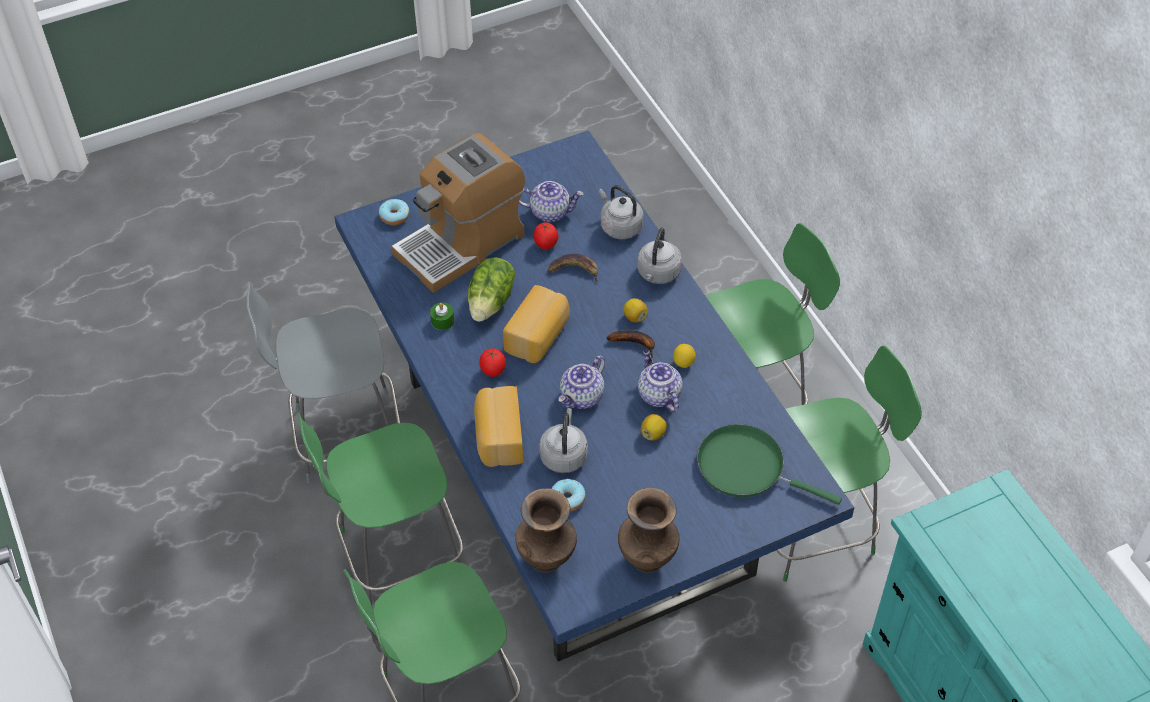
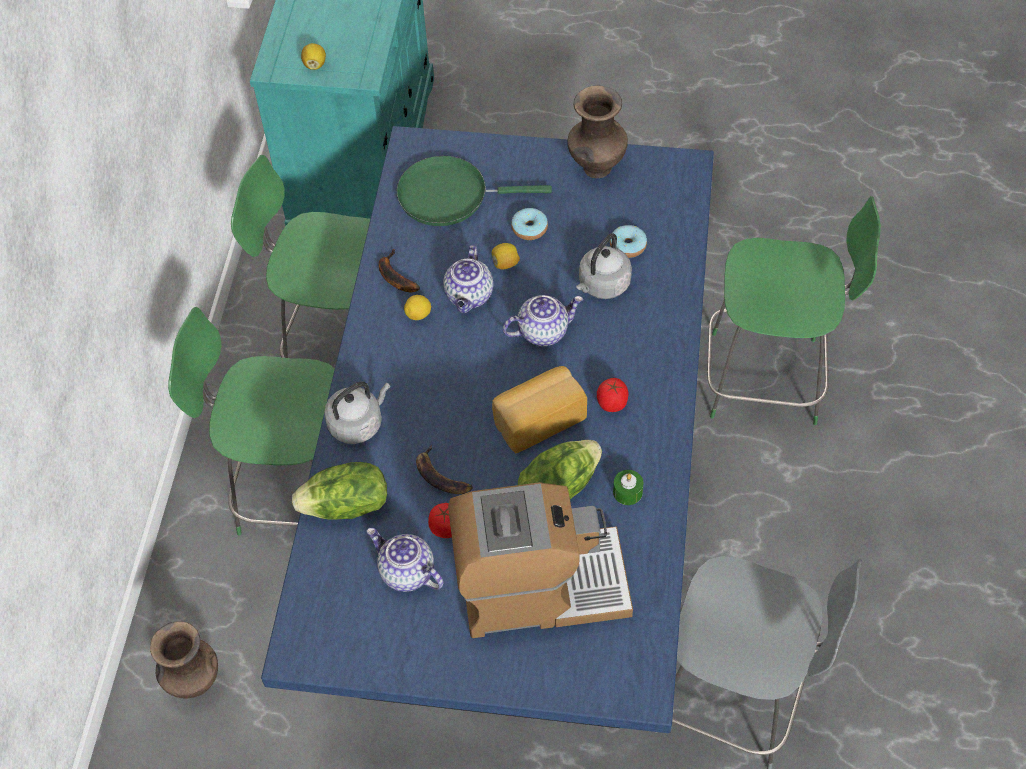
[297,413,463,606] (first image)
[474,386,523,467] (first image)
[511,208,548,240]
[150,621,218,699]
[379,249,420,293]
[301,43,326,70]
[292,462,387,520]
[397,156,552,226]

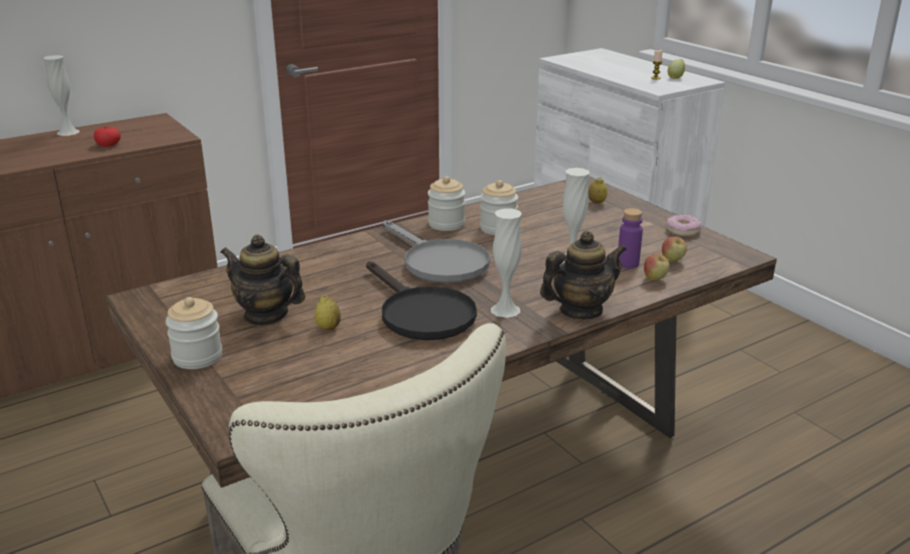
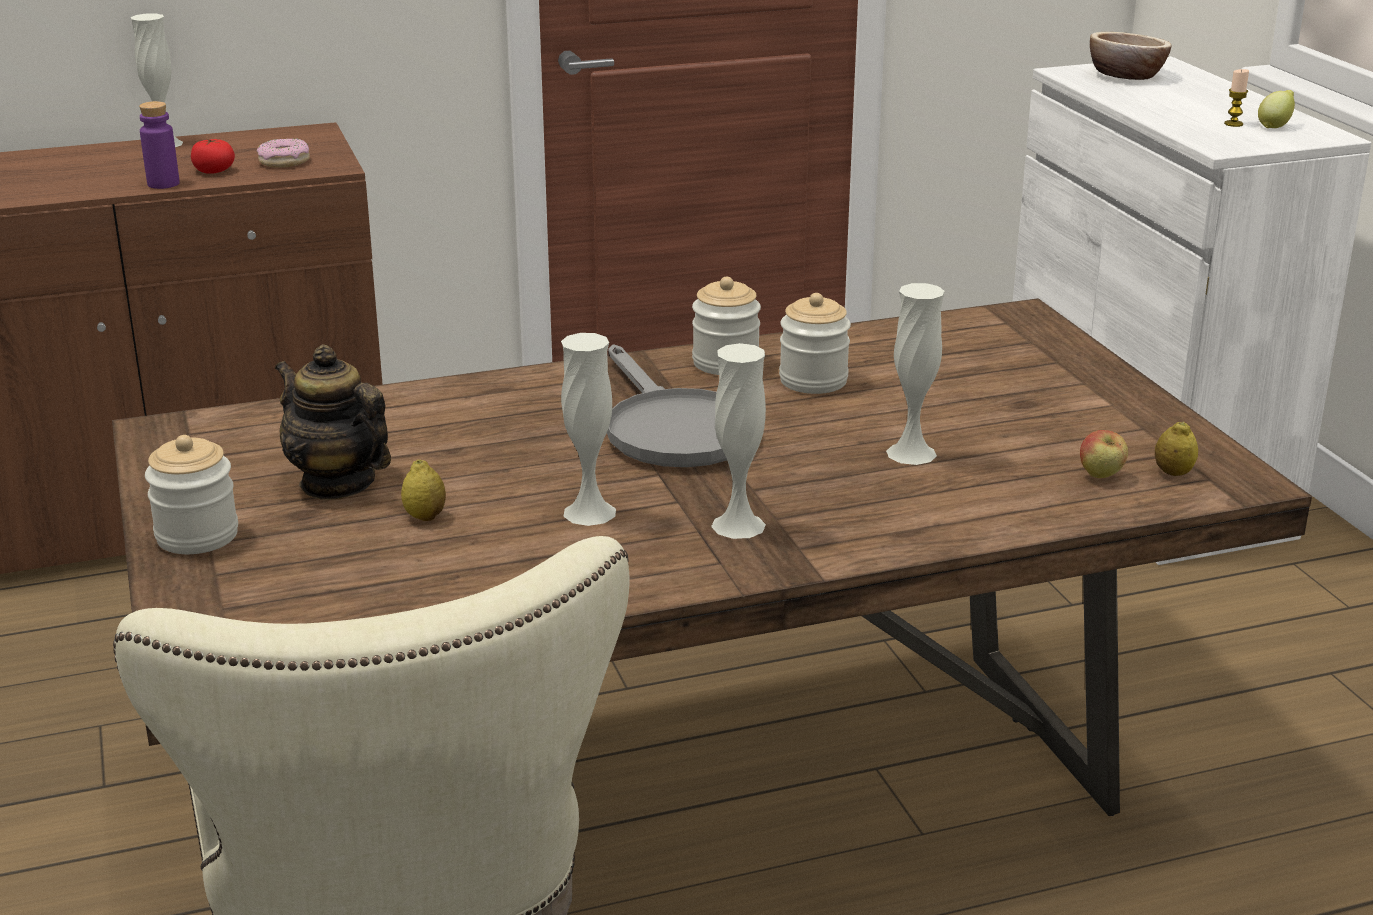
[540,231,627,319] (first image)
[644,254,670,281] (first image)
[1090,32,1172,80]
[1155,421,1198,476]
[139,101,180,189]
[257,138,310,168]
[561,333,616,526]

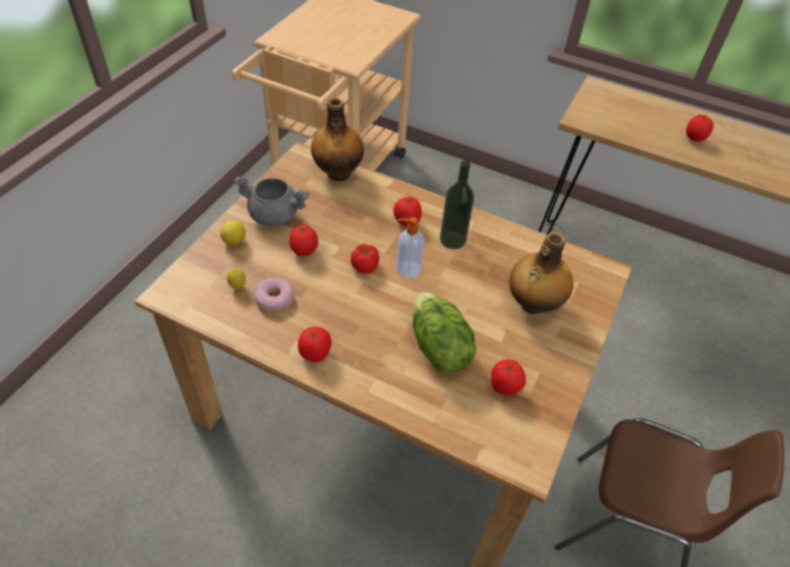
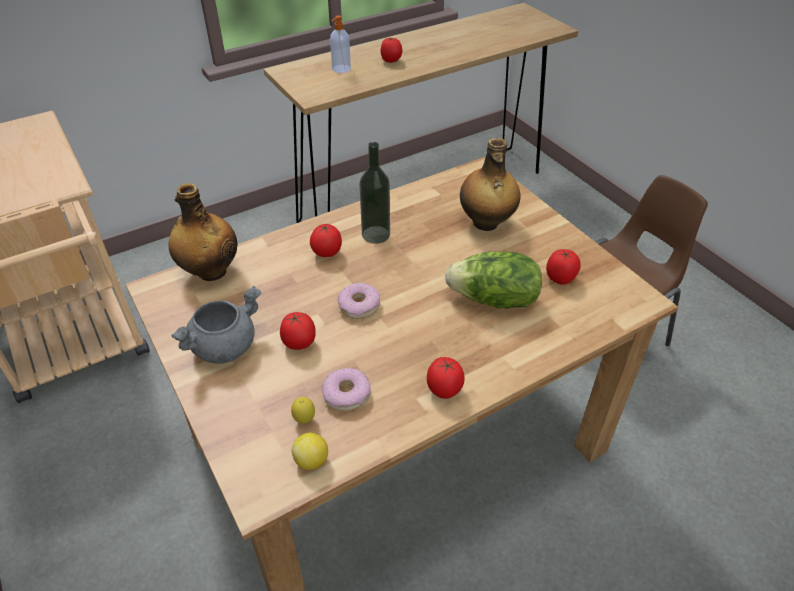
[292,433,328,470]
[330,15,351,73]
[338,282,380,319]

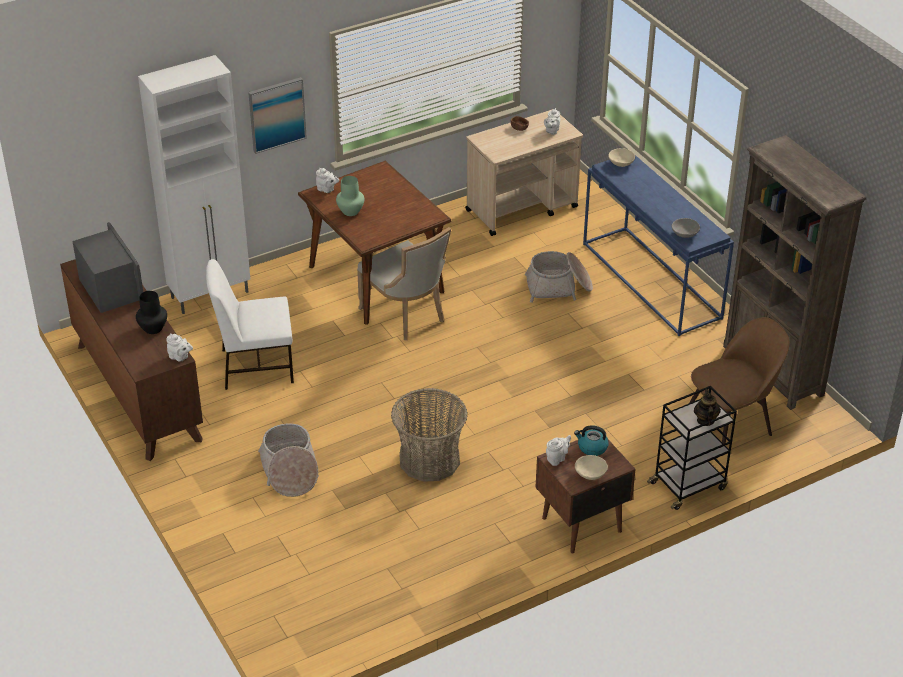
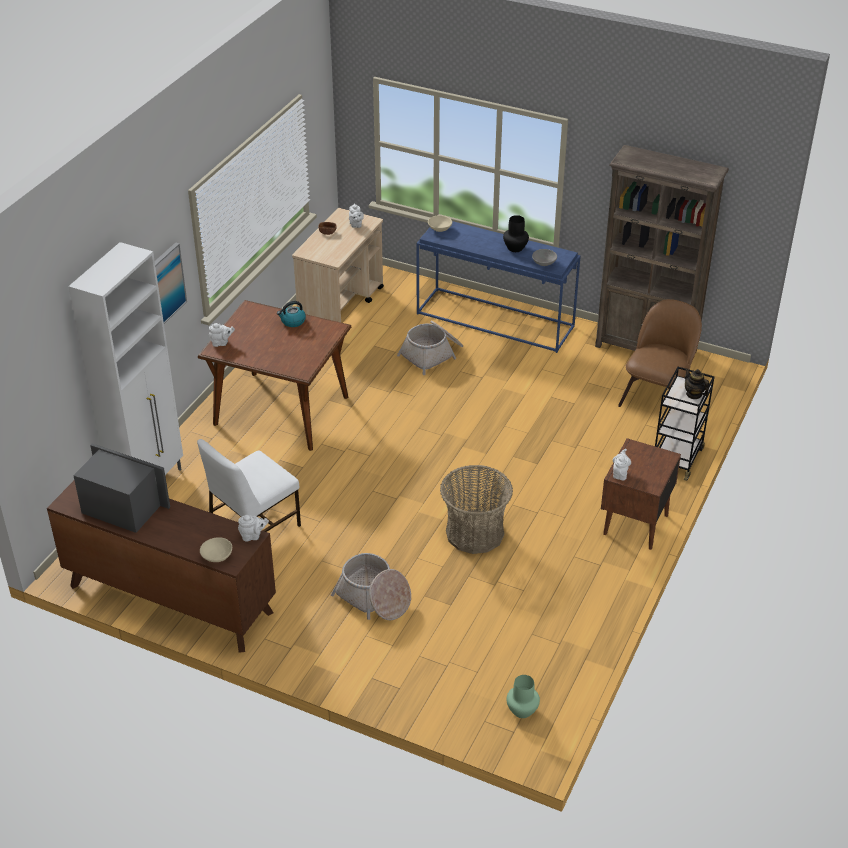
[357,227,451,340] (first image)
[503,215,529,252]
[506,675,540,718]
[277,301,306,327]
[200,537,232,562]

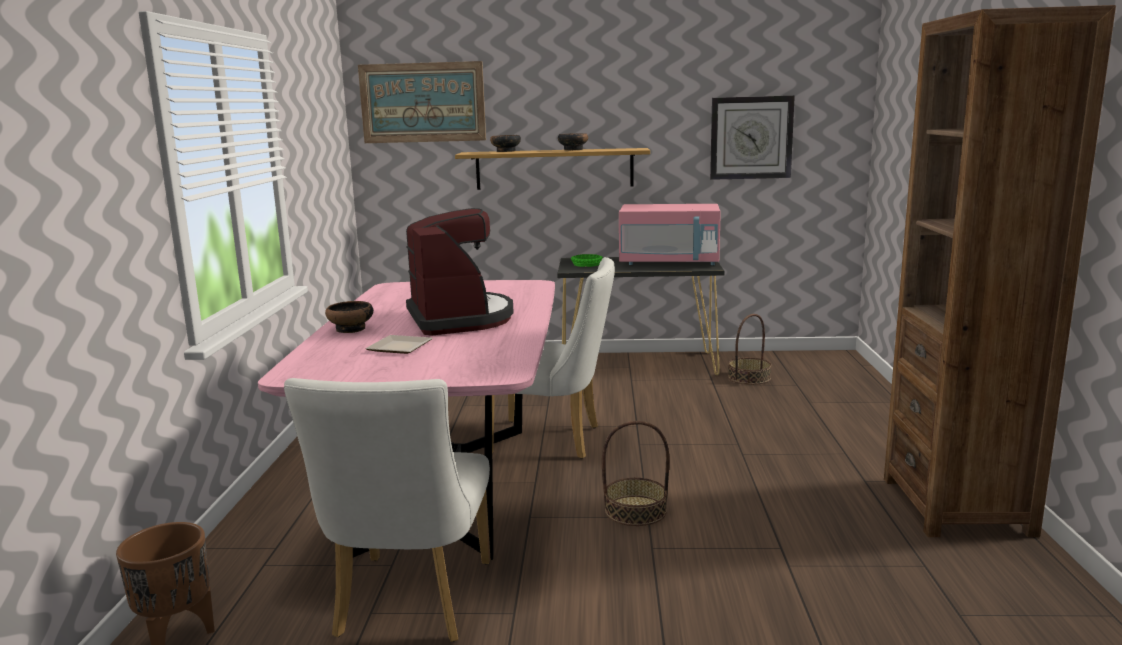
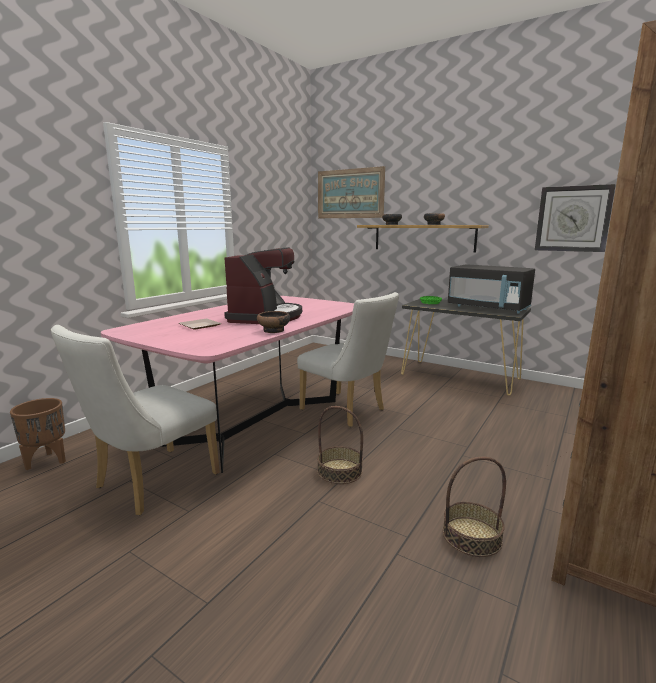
[257,311,290,333]
[443,457,506,557]
[448,264,535,314]

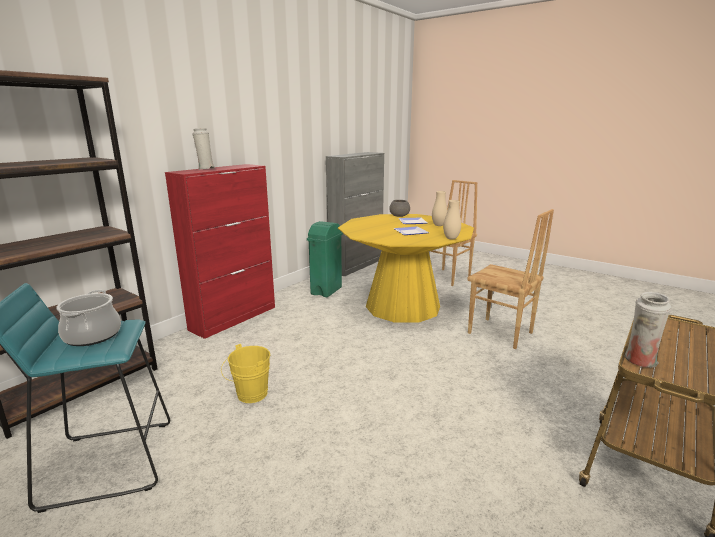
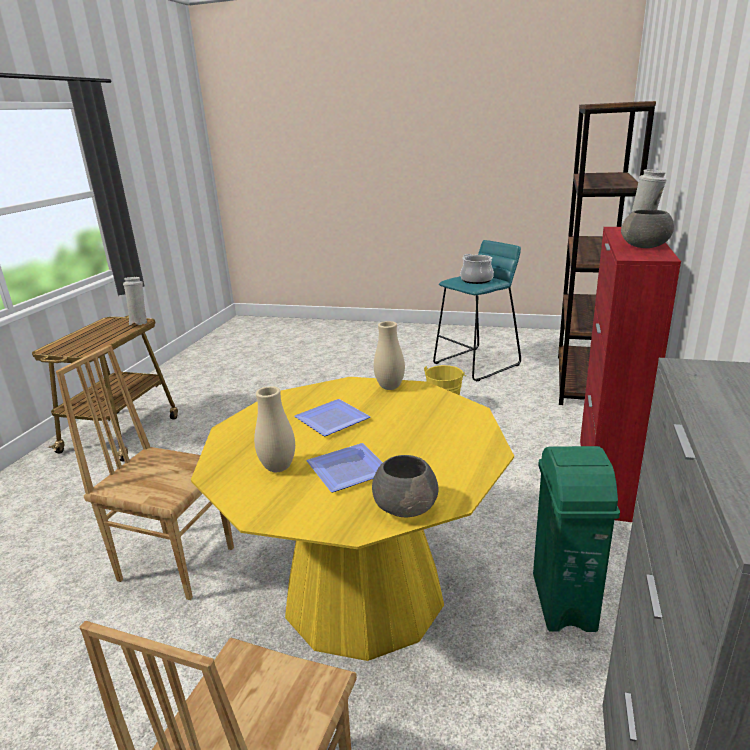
[621,210,674,248]
[374,321,405,390]

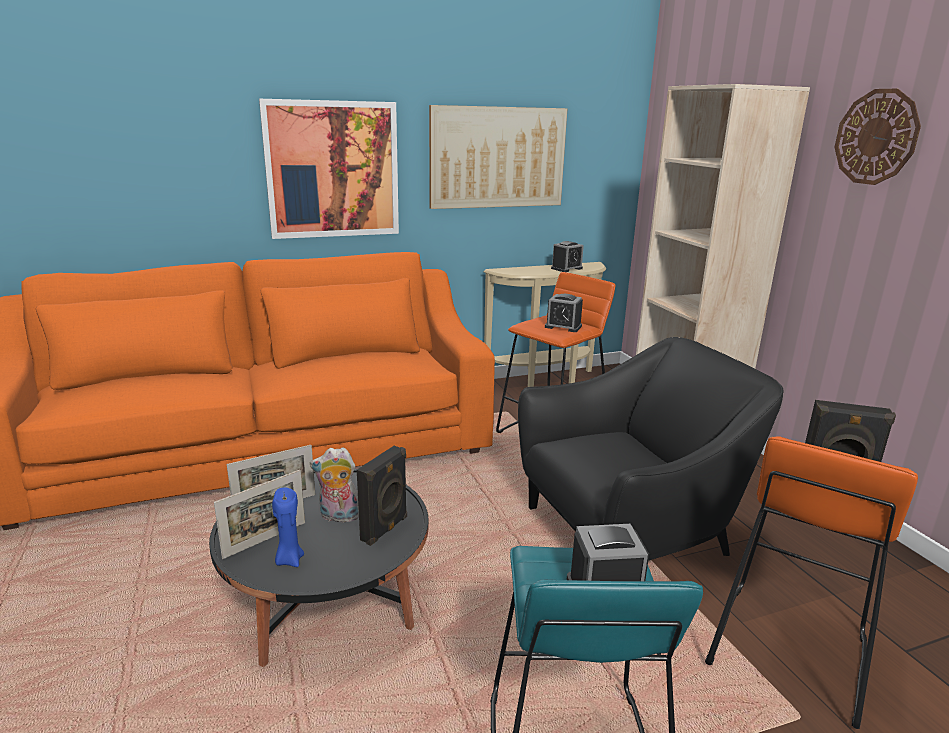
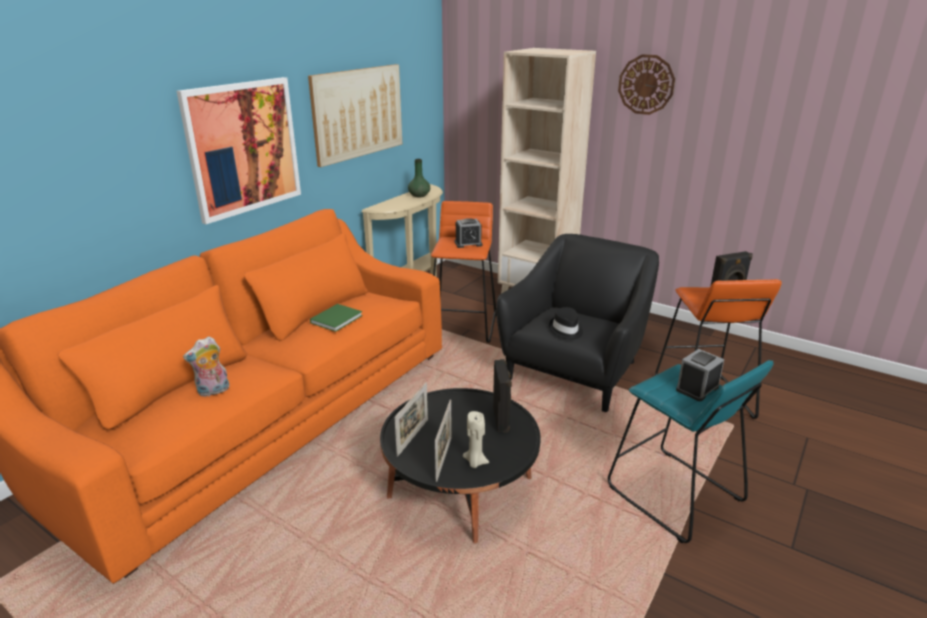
[310,304,363,332]
[549,307,583,340]
[183,336,230,397]
[408,159,430,197]
[463,411,489,468]

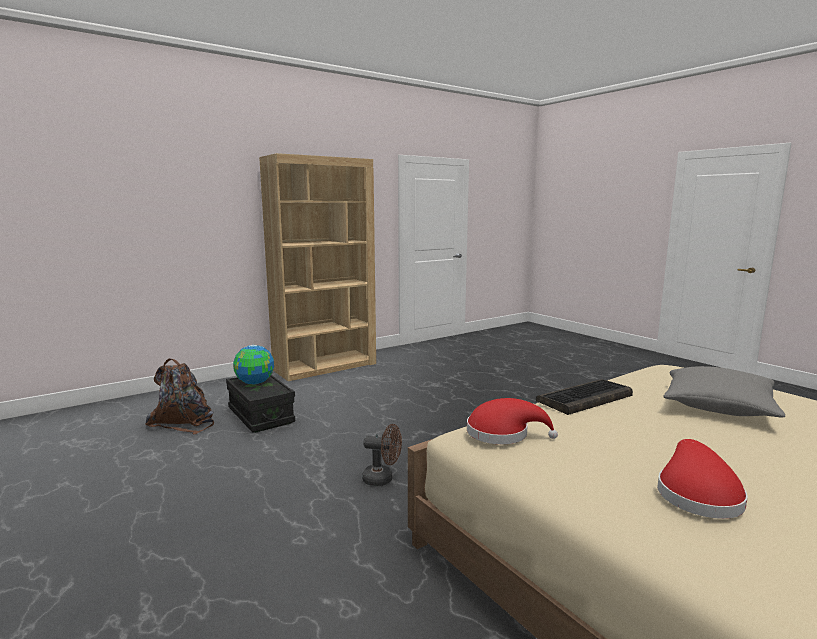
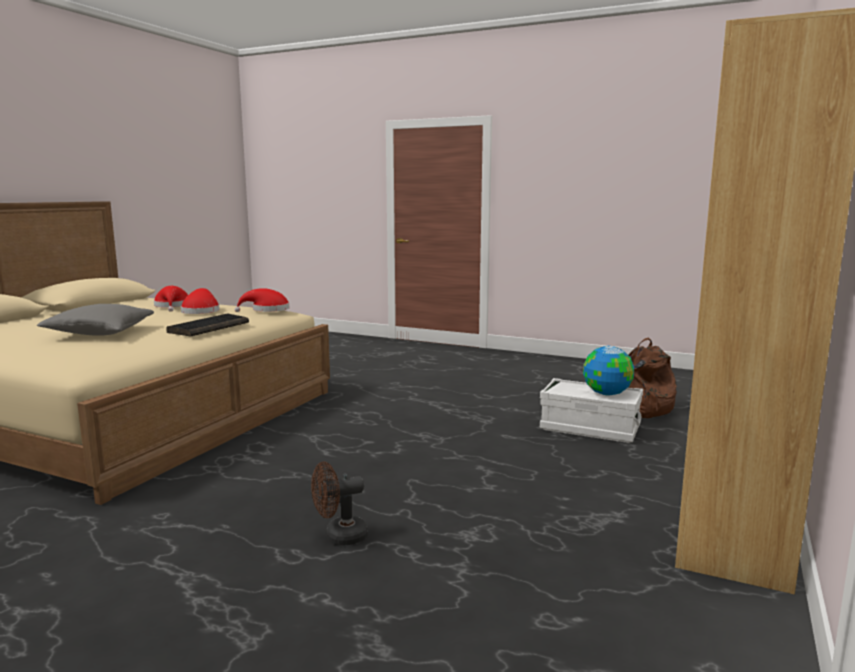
[181,288,220,314]
[311,462,368,546]
[540,378,643,443]

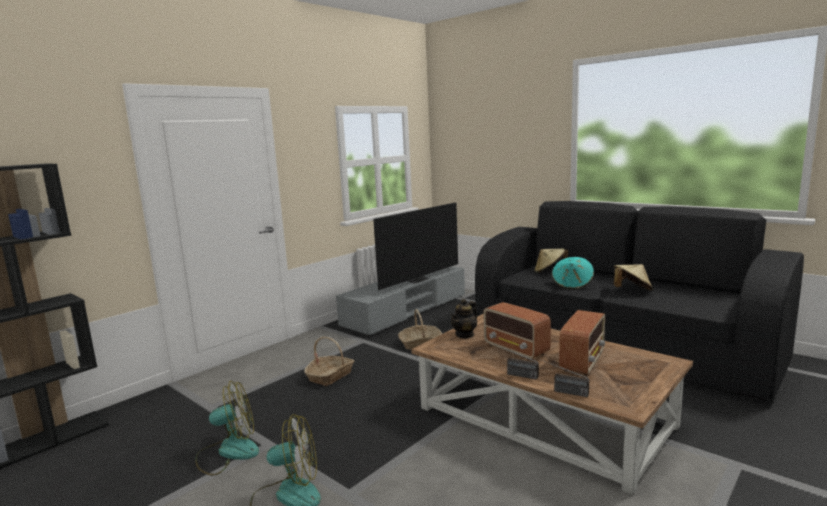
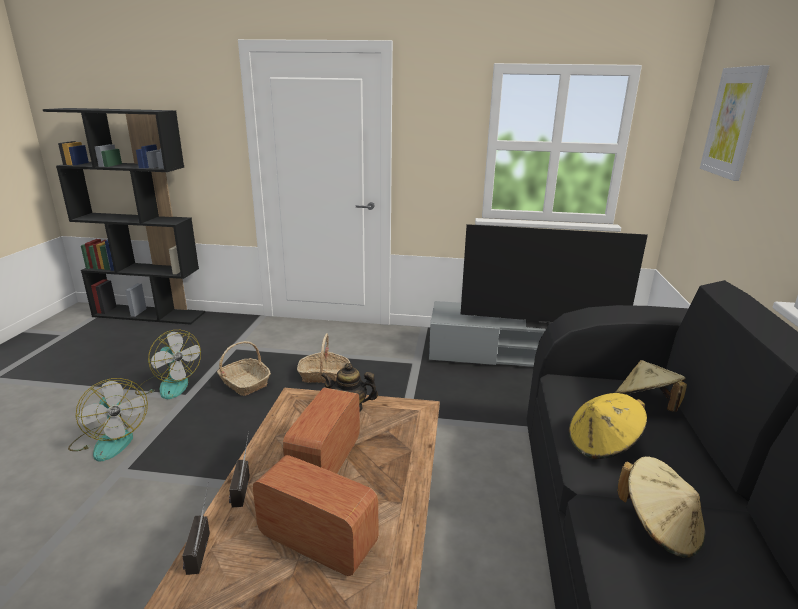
[700,65,770,181]
[217,341,271,396]
[569,393,647,459]
[253,455,378,576]

